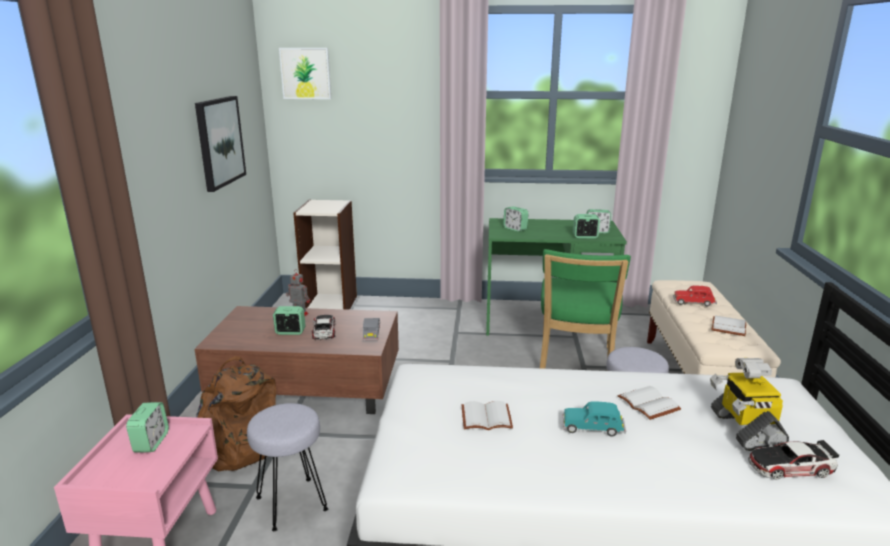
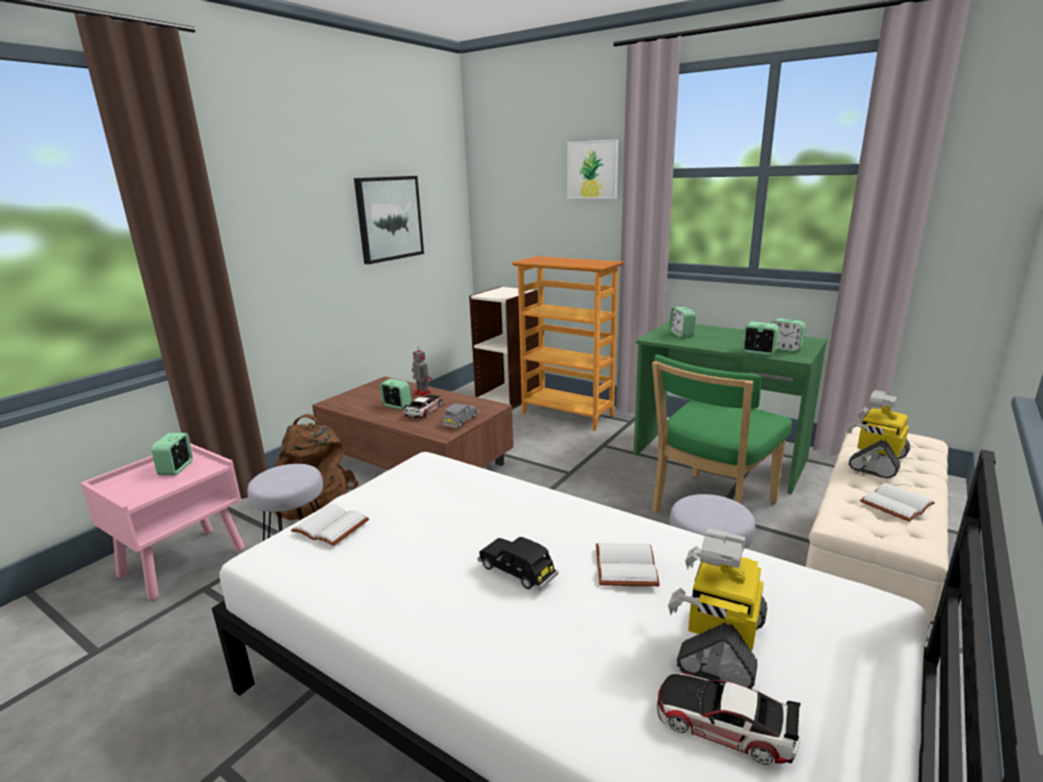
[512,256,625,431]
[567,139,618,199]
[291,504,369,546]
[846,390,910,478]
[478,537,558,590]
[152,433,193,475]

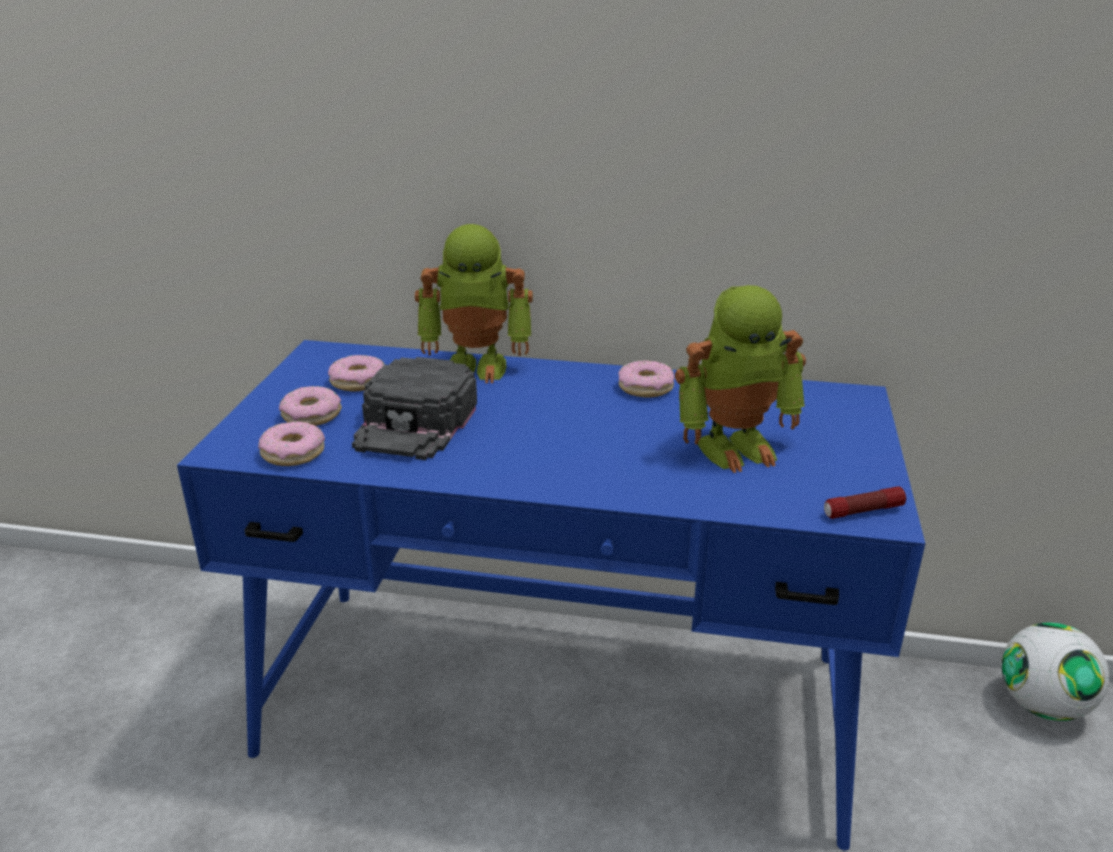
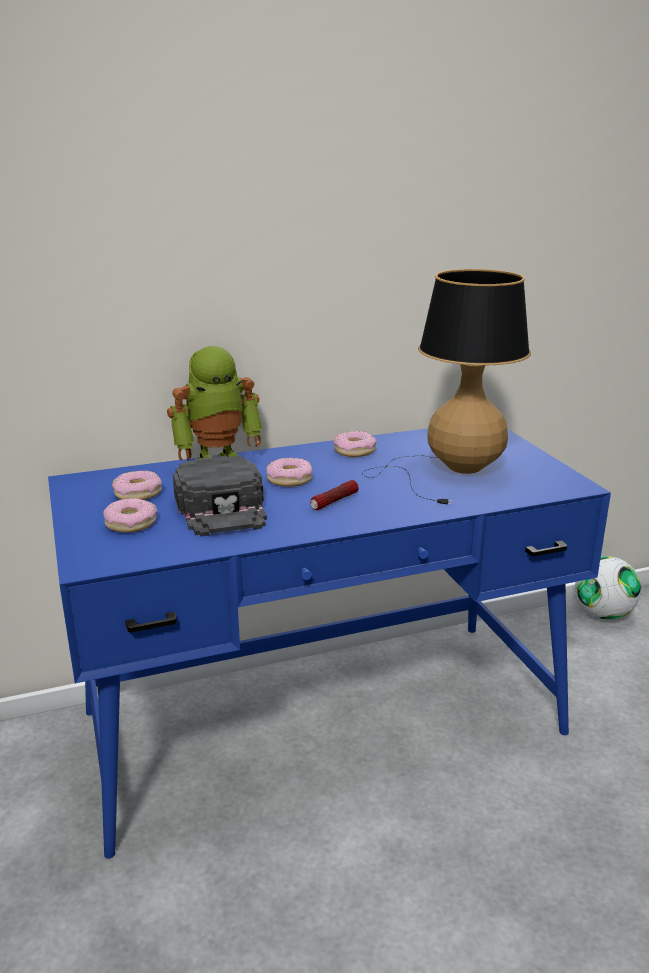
[266,458,312,487]
[310,480,358,510]
[362,269,531,504]

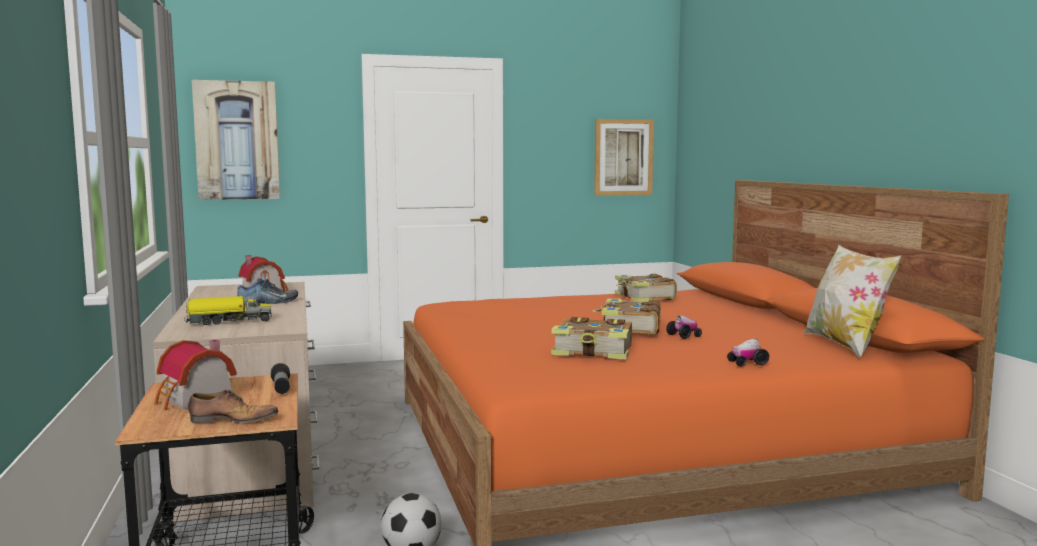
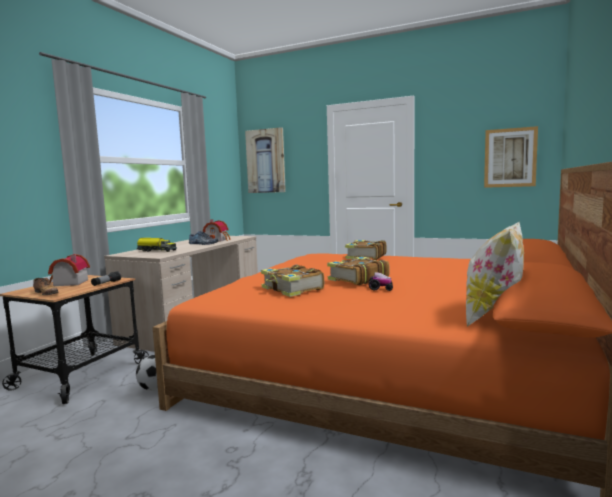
[727,339,769,367] (first image)
[344,240,387,260]

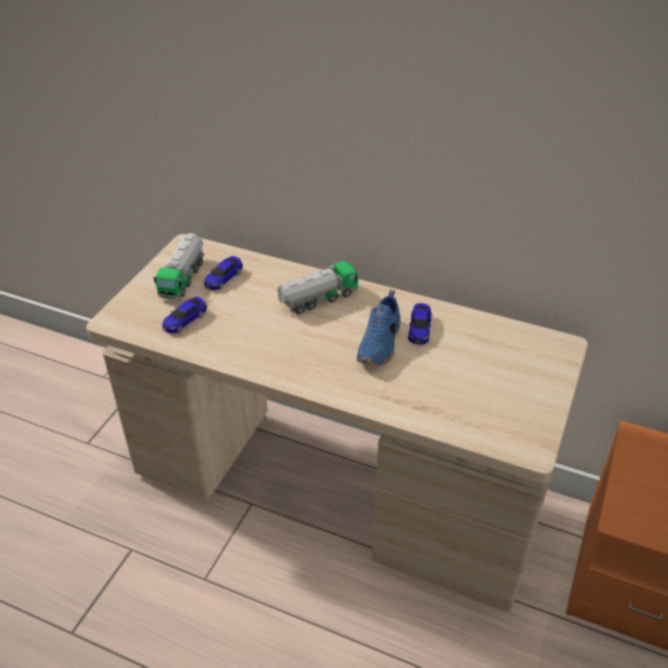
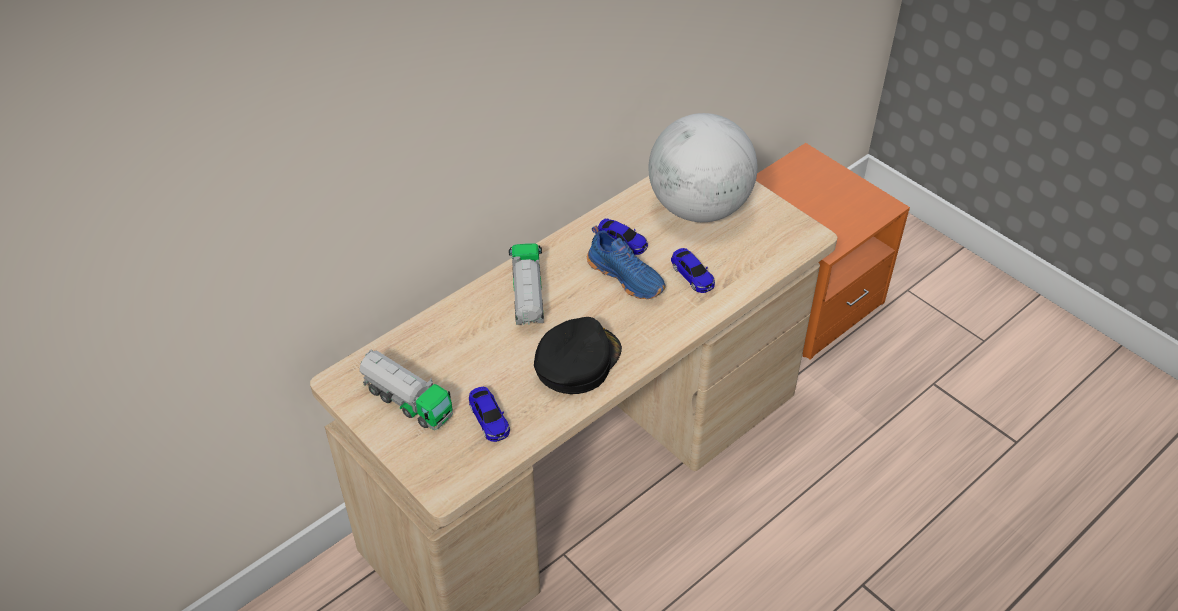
[534,317,622,394]
[648,113,757,222]
[671,248,715,293]

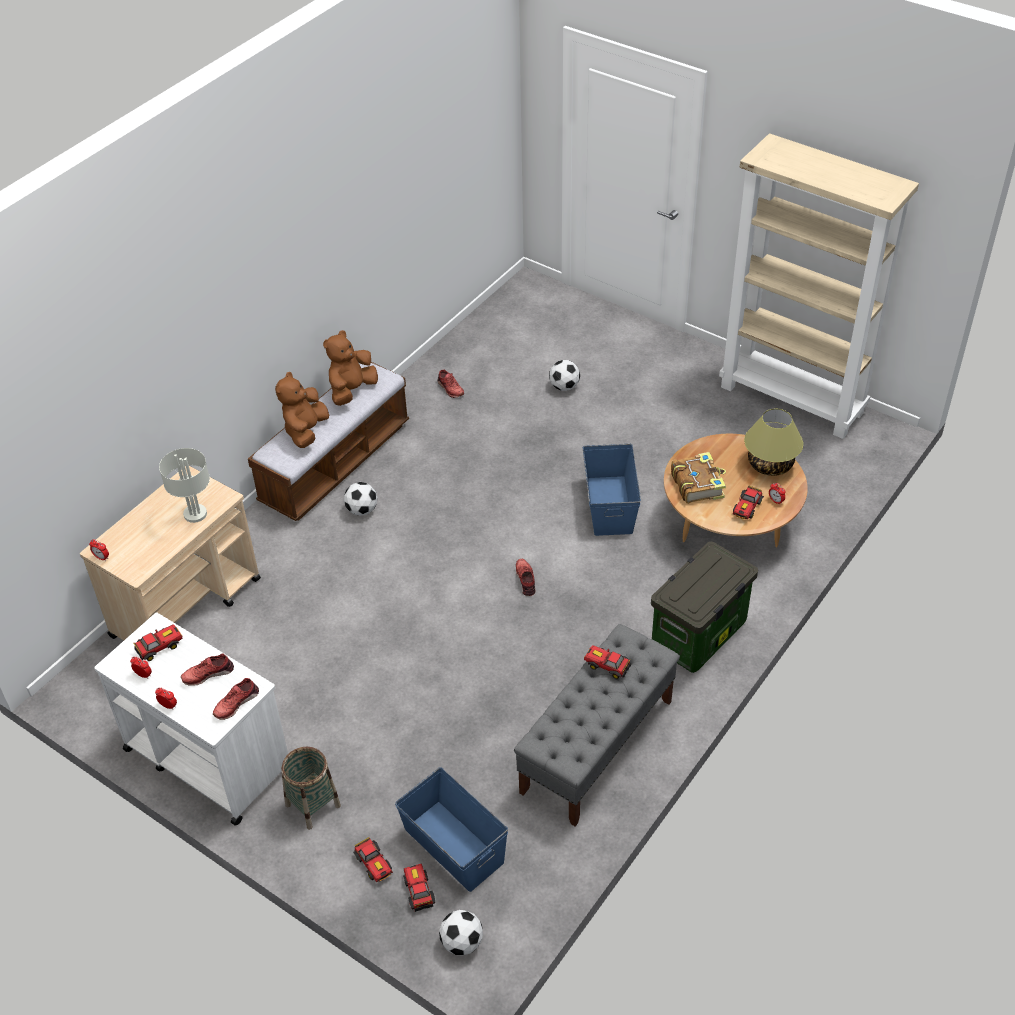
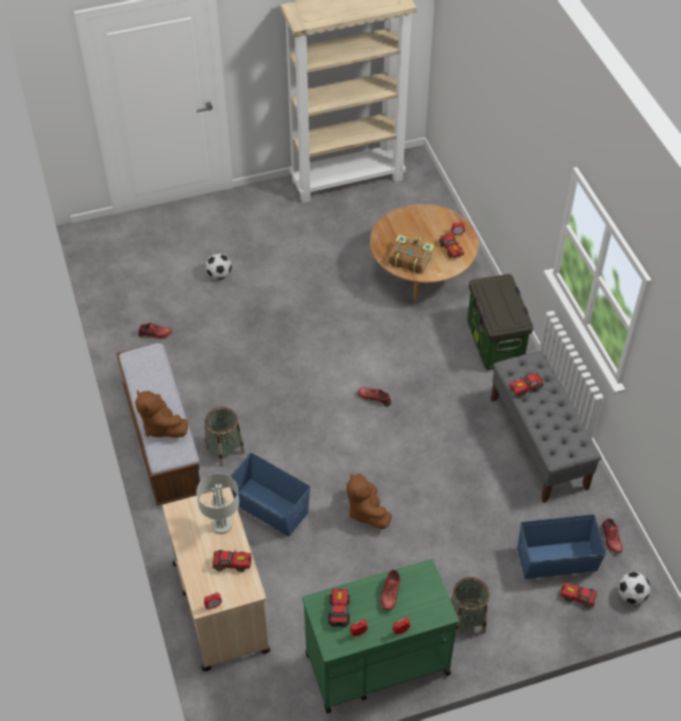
[744,409,803,476] (first image)
[602,518,623,553]
[346,473,392,529]
[213,550,252,572]
[226,453,311,536]
[205,407,245,467]
[302,559,459,713]

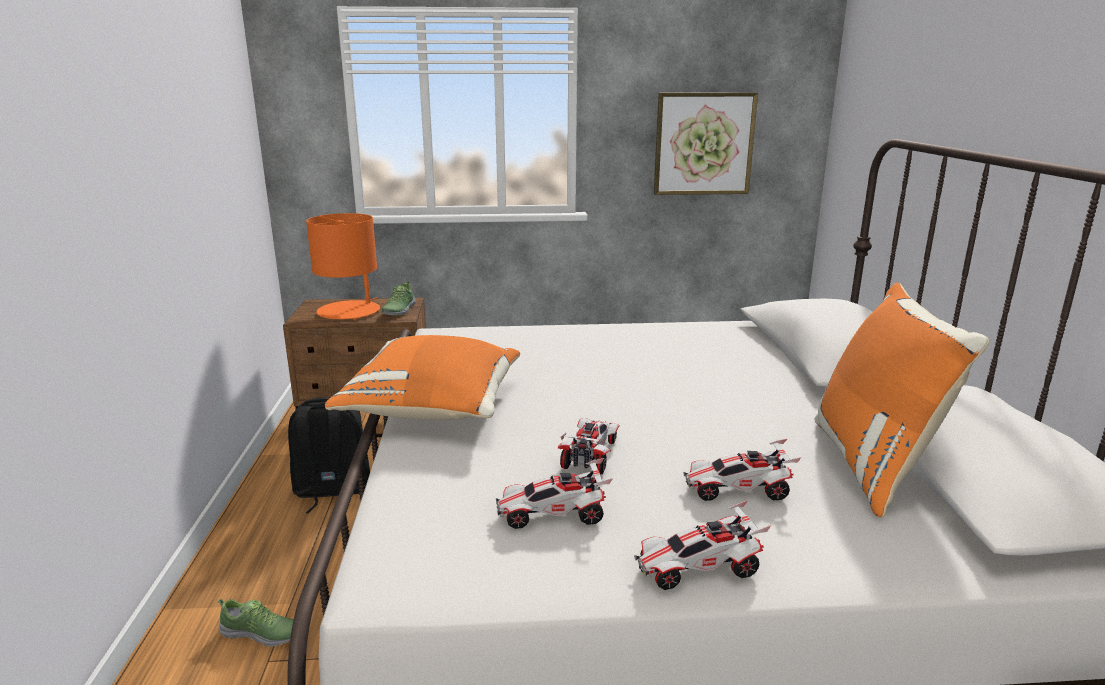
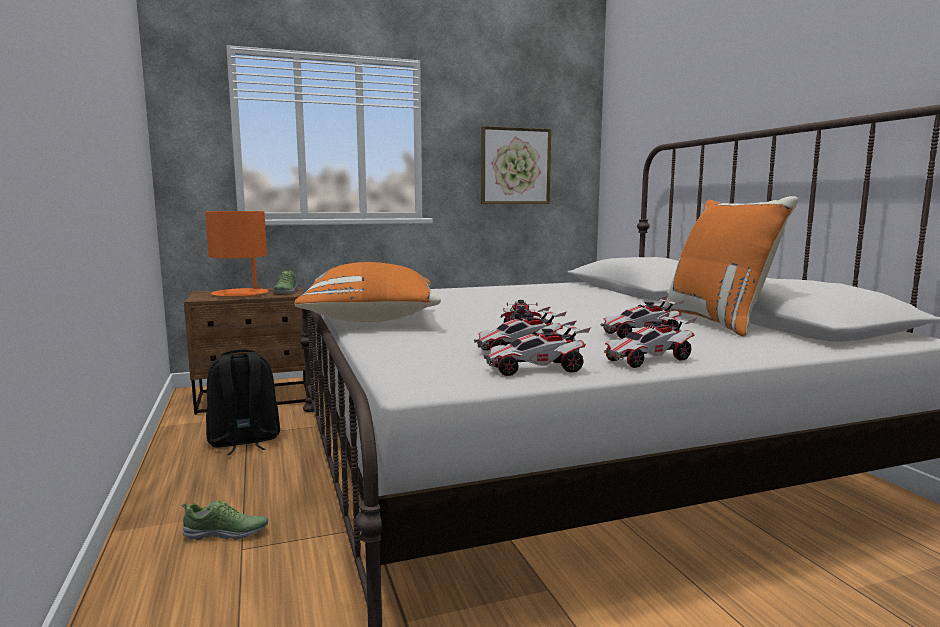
[484,320,591,376]

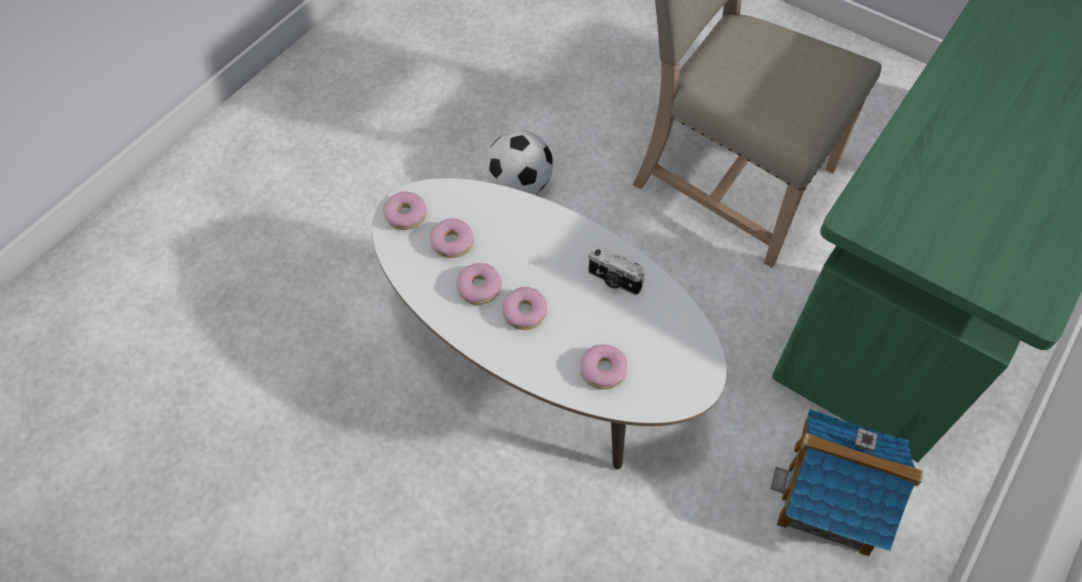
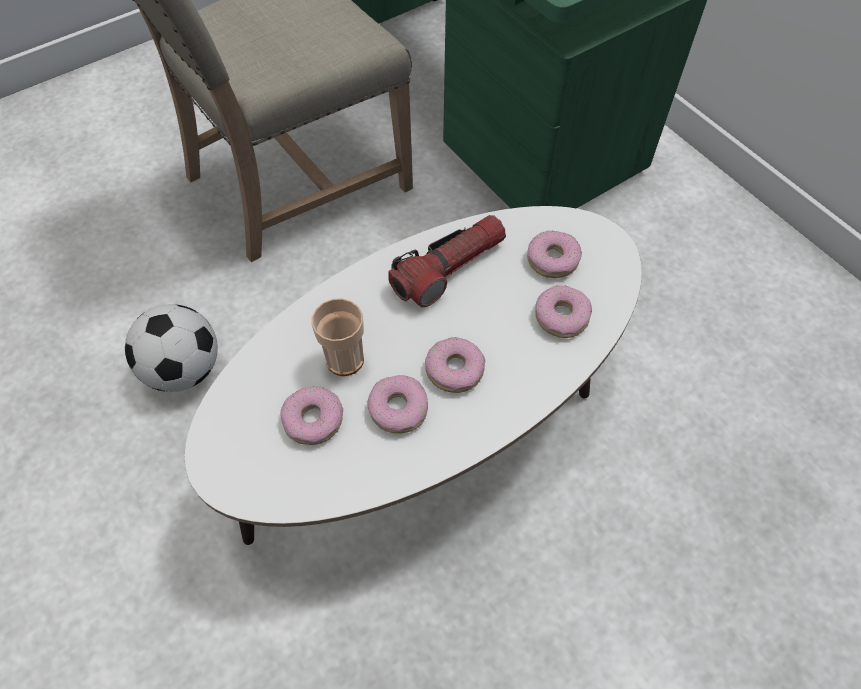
[771,409,923,556] (first image)
[312,298,364,376]
[527,231,582,278]
[388,215,506,307]

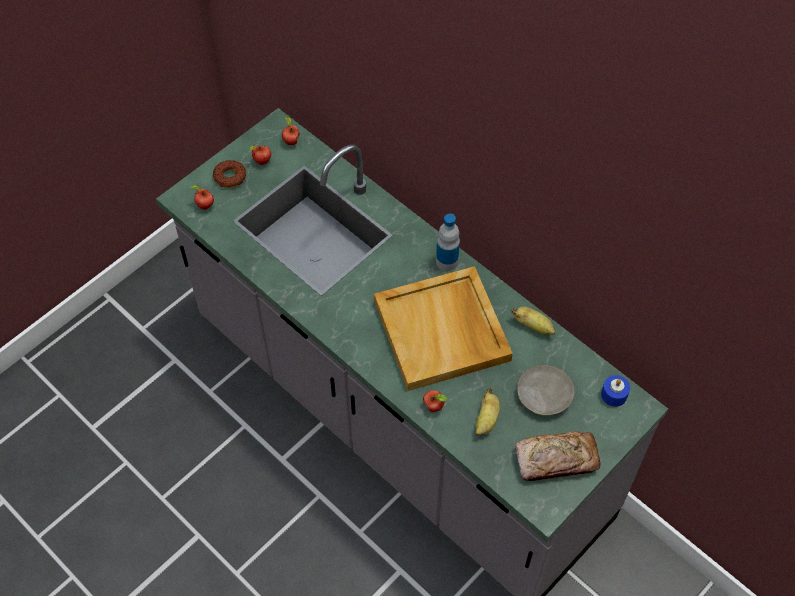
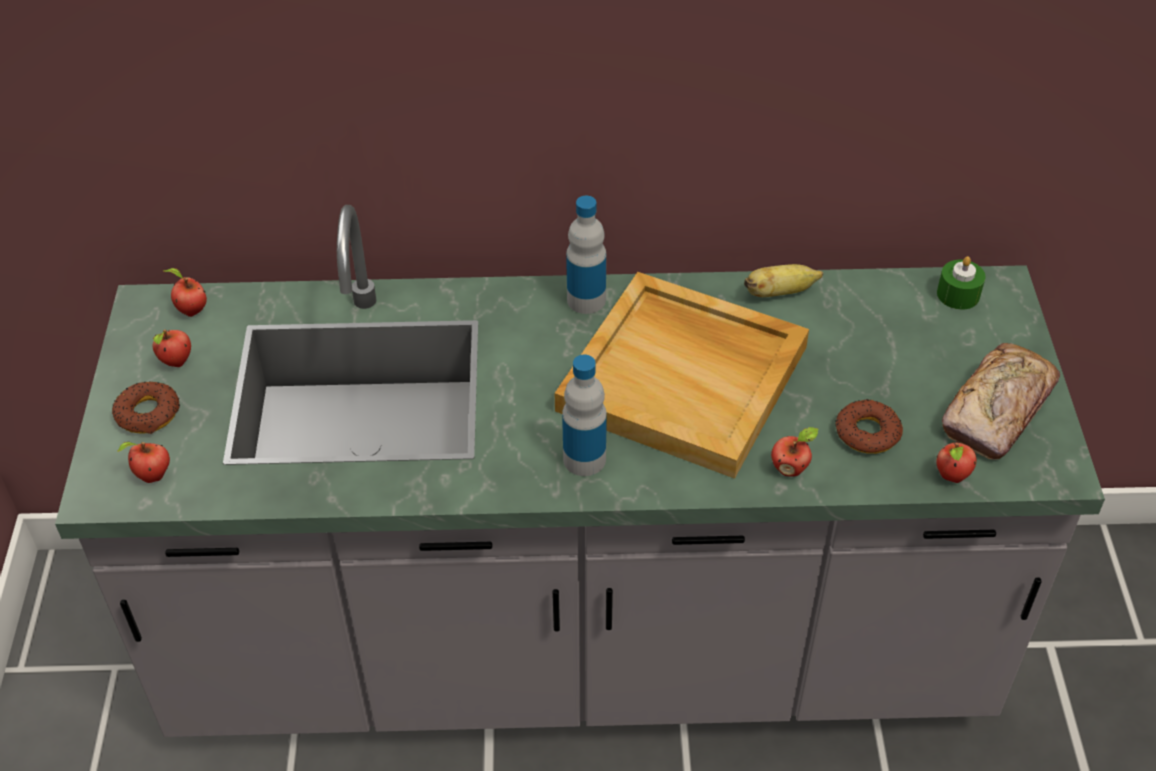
[517,365,575,416] (first image)
[562,355,607,476]
[936,442,977,483]
[835,399,903,454]
[937,256,985,310]

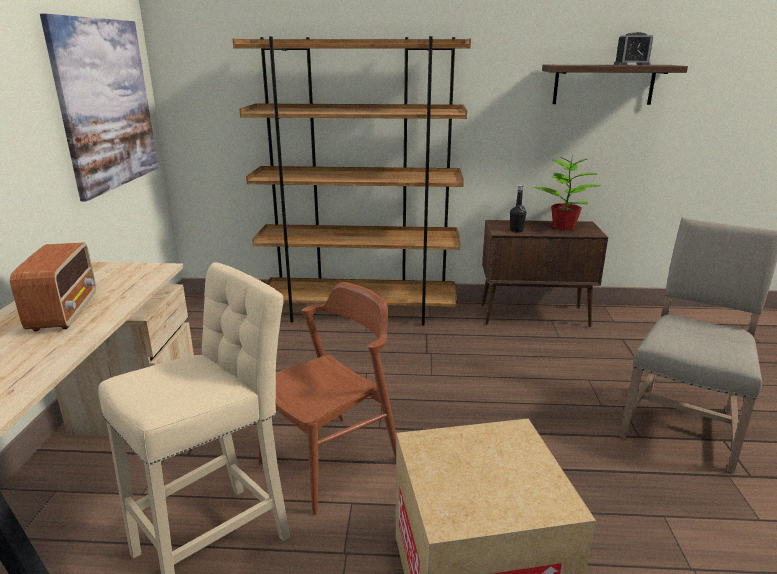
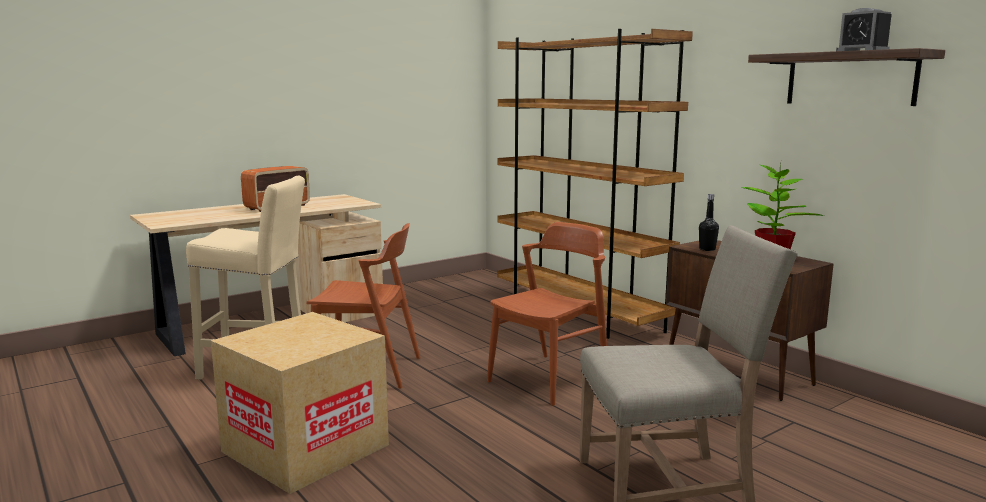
[40,14,158,201] (first image)
[487,222,607,406]

